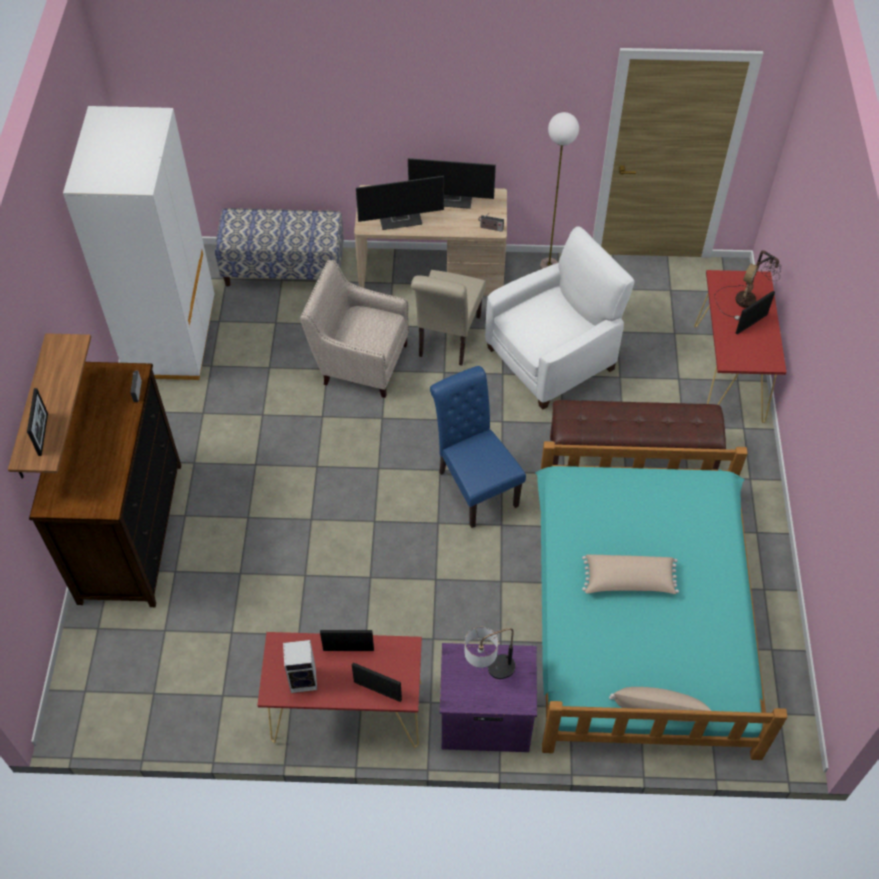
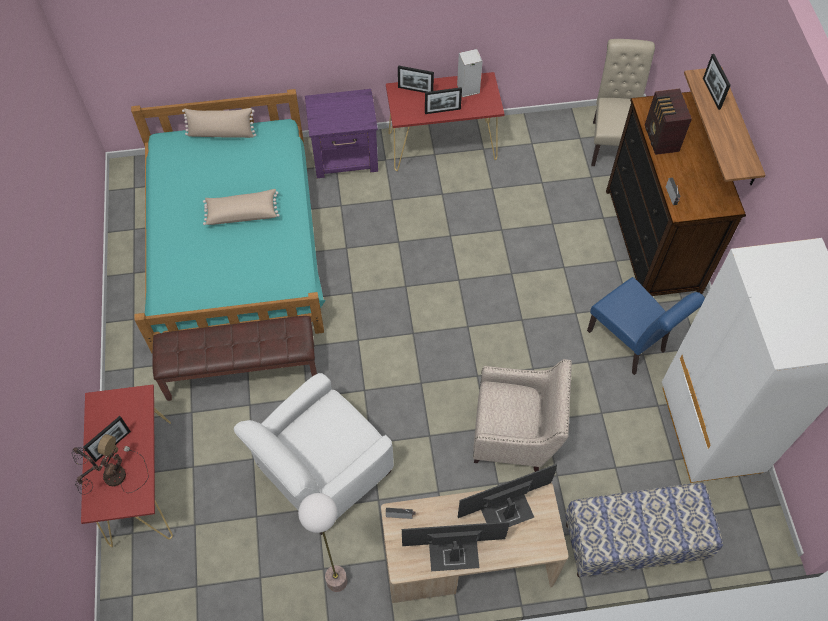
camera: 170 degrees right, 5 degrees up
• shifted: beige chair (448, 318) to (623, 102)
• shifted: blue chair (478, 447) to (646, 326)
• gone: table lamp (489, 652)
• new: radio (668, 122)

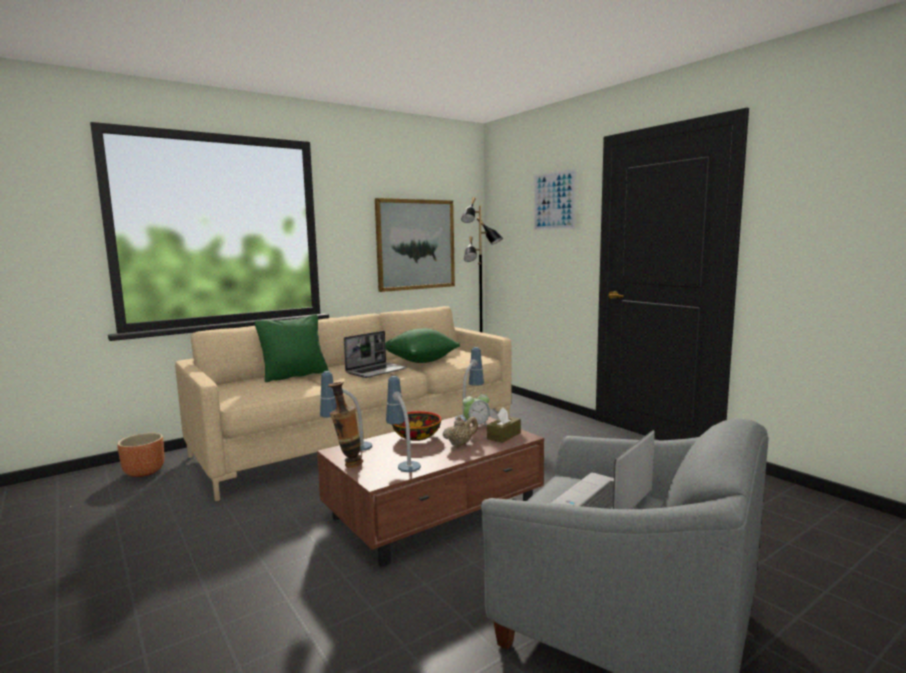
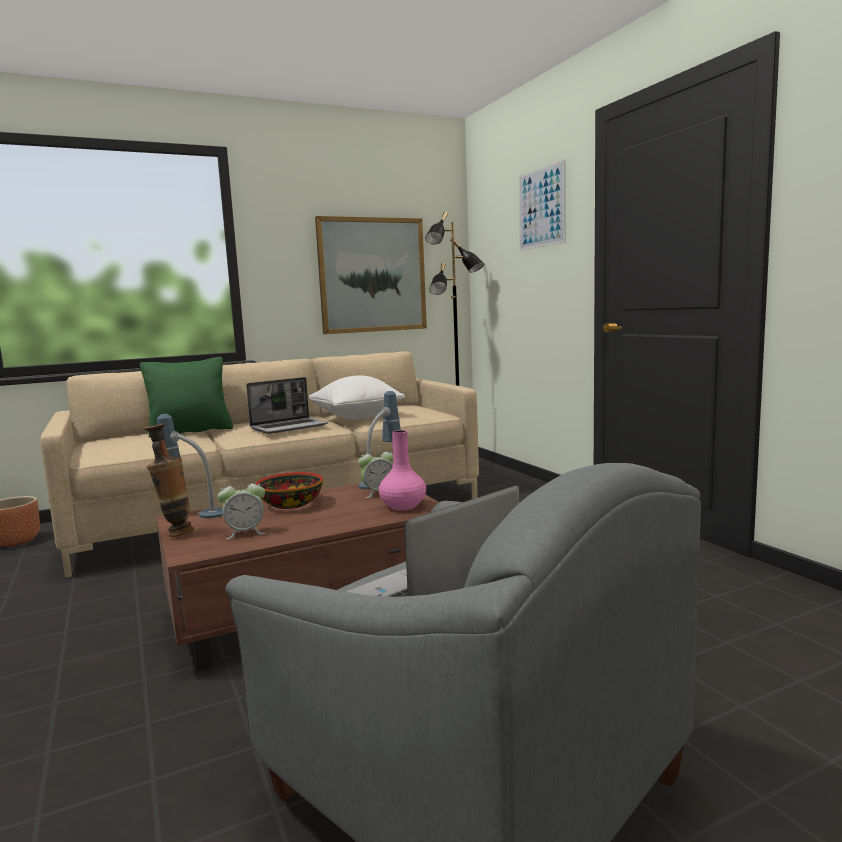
camera: 10 degrees right, 0 degrees up
• repainted: green pillow (422, 345) to white pillow (357, 397)
• swapped: table lamp (403, 424) to alarm clock (241, 508)
• gone: beige teapot (460, 431)
• swapped: brown tissue box (504, 425) to pink vase (402, 470)

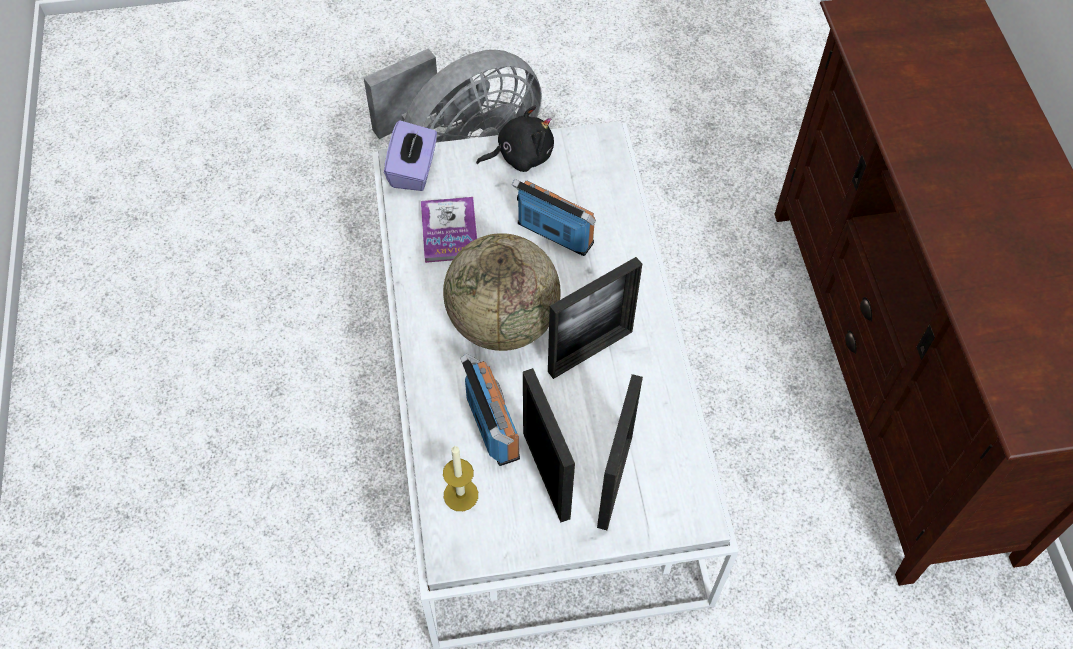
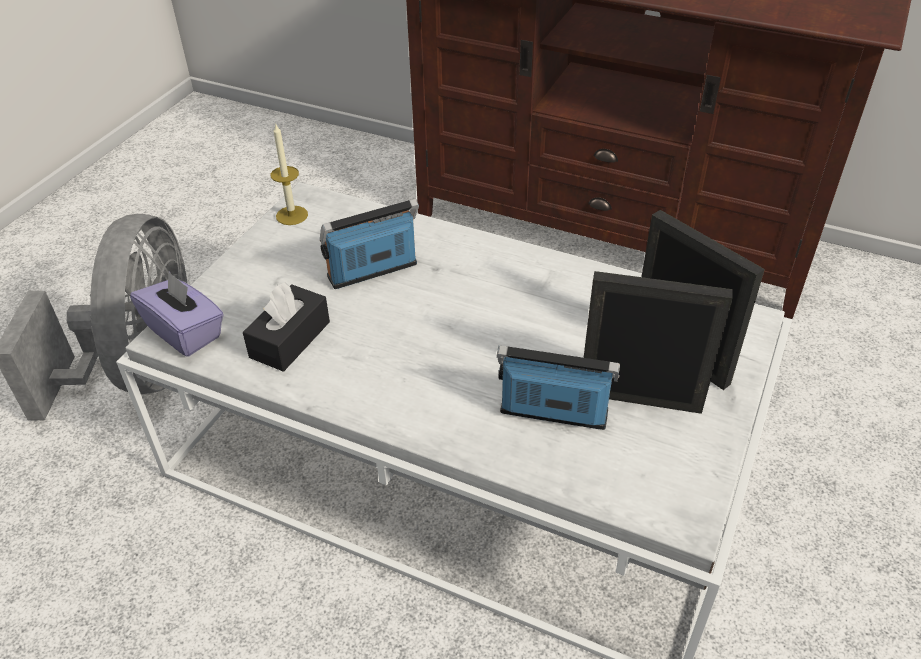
camera: 55 degrees left, 15 degrees down
• swapped: book (449, 230) to black tissue box (286, 327)
• gone: globe (501, 292)
• shifted: candle (460, 478) to (289, 174)
• gone: black plush toy (515, 138)
• gone: picture frame (595, 318)

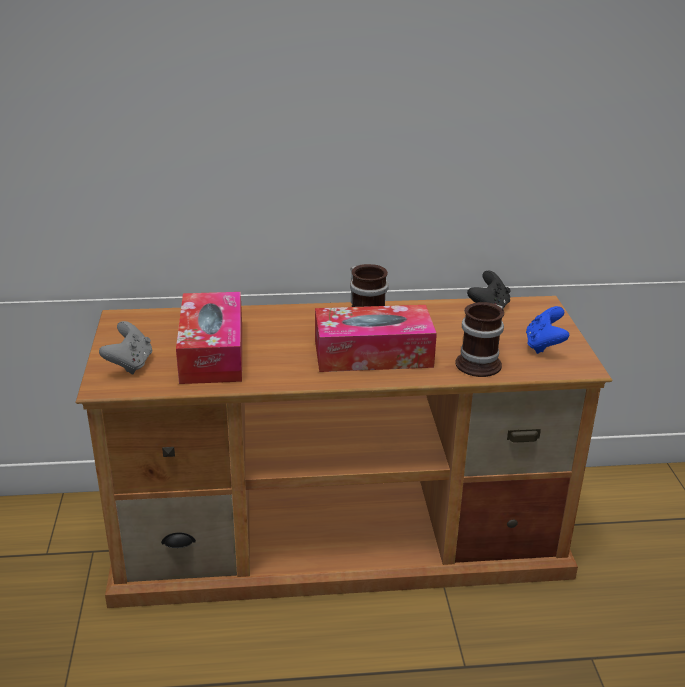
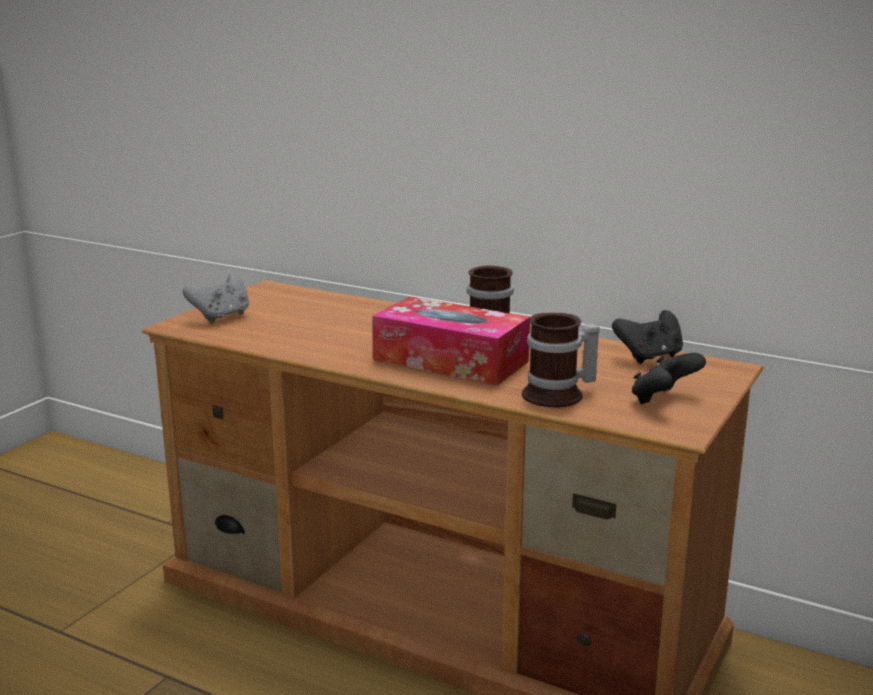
camera: 35 degrees right, 10 degrees down
• gone: tissue box (209, 338)
• repainted: blue game controller (547, 330) to black game controller (669, 378)

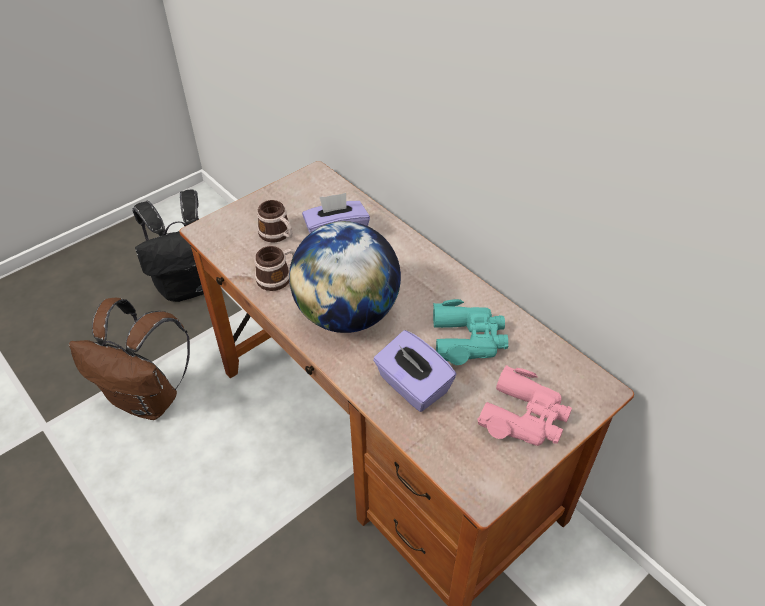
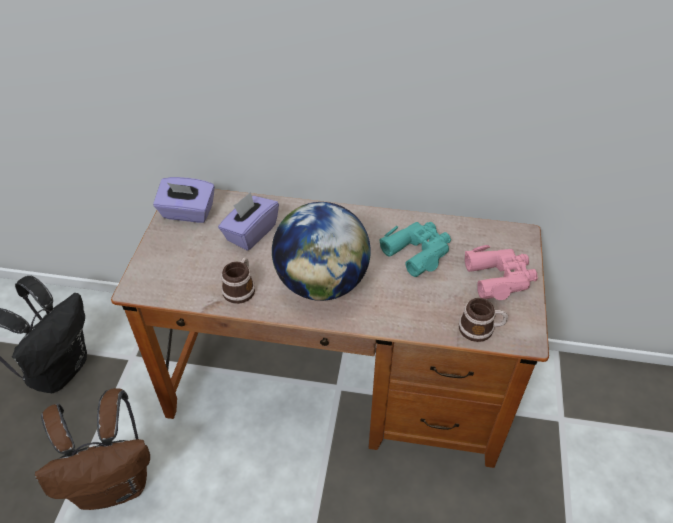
camera: 40 degrees left, 0 degrees up
• shifted: mug (275, 221) to (483, 320)
• shifted: purple tissue box (414, 371) to (184, 200)

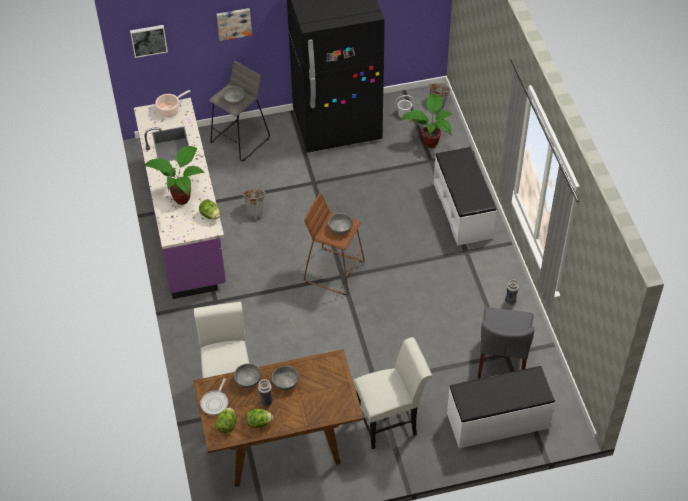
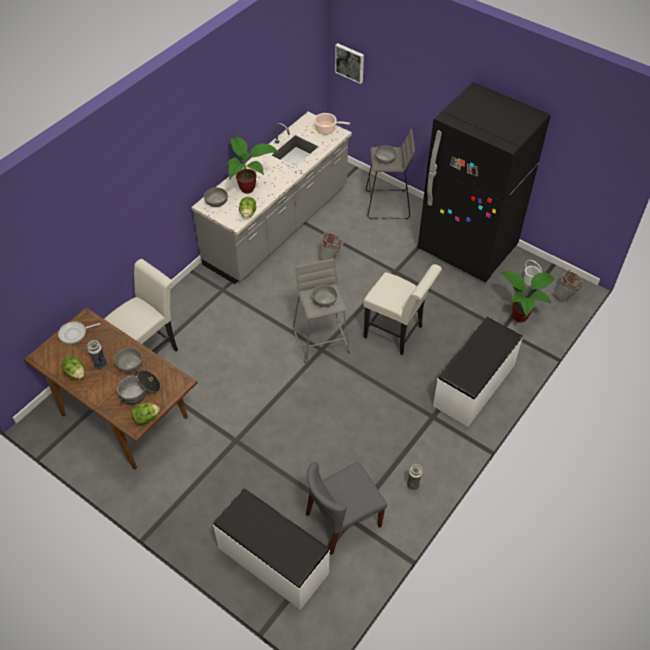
camera: 50 degrees right, 0 degrees up
• repainted: purple counter (180, 198) to grey counter (272, 198)
• shifted: lettuce (225, 420) to (146, 414)
• gone: picture (234, 24)
• shifted: grey bowl (247, 376) to (216, 197)
• repainted: brown stool (334, 243) to grey stool (321, 311)
• shifted: white chair (392, 393) to (402, 309)
• new: cooking pot (138, 387)

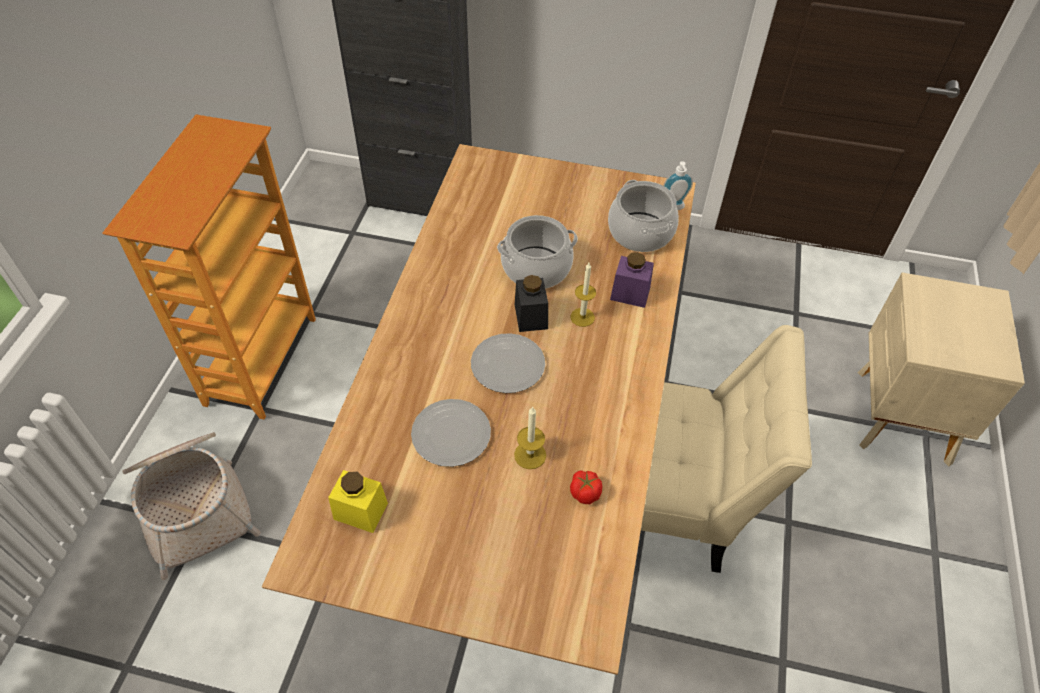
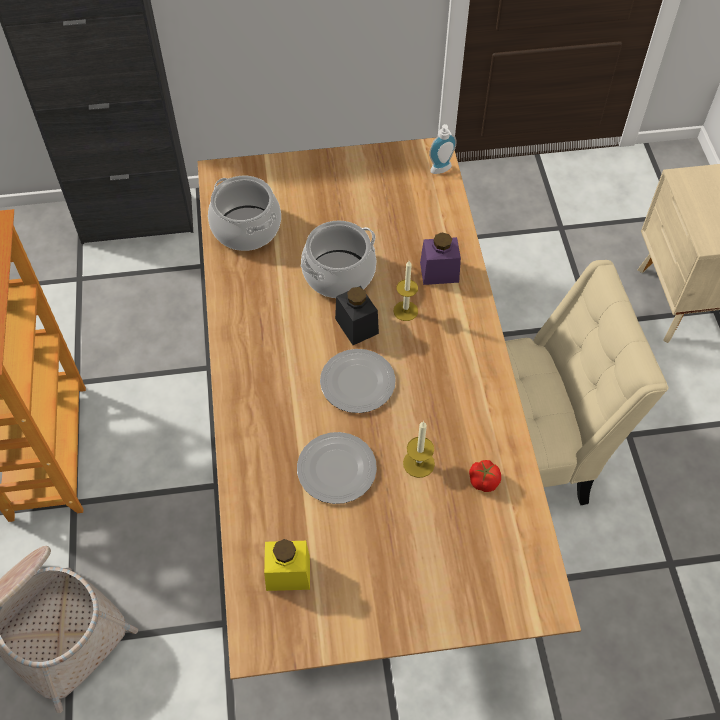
camera: 20 degrees left, 5 degrees up
• shifted: cooking pot (643, 216) to (244, 213)

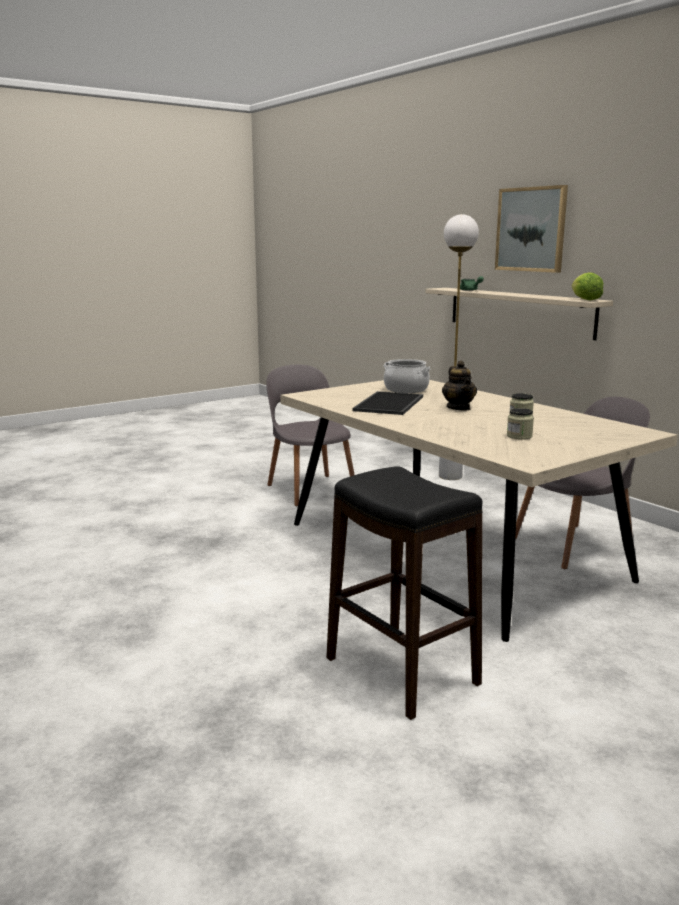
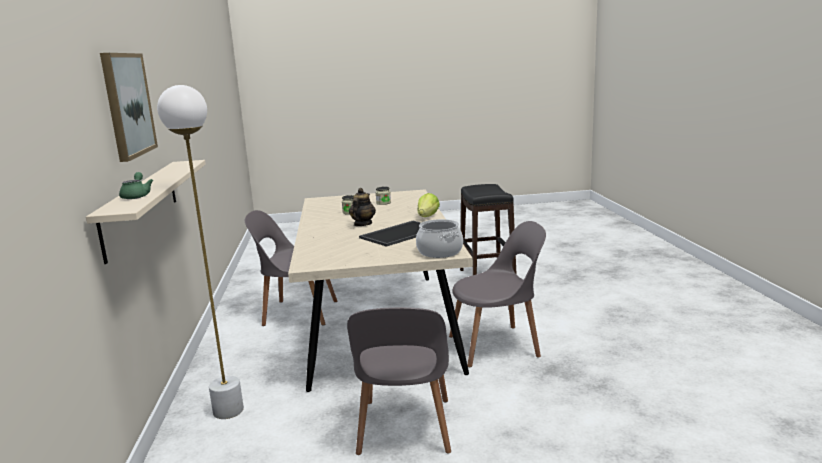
camera: 150 degrees left, 0 degrees up
• shifted: cooking pot (407, 376) to (439, 238)
• shifted: lettuce (587, 286) to (429, 205)
• new: grey chair (497, 294)

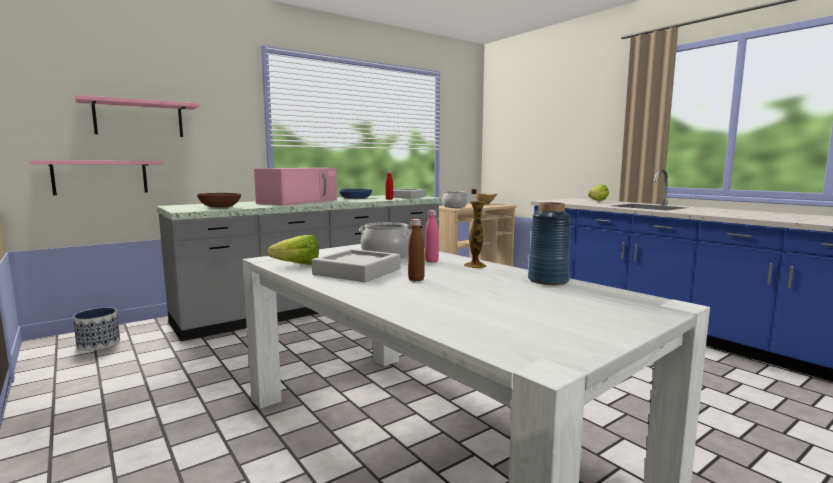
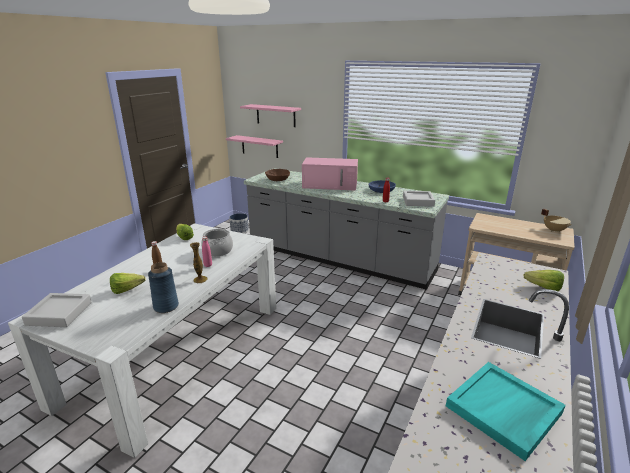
camera: 65 degrees right, 15 degrees up
• shifted: grey tray (356, 265) to (57, 310)
• gone: cooking pot (455, 199)
• new: lettuce (128, 283)
• new: turquoise tray (506, 411)

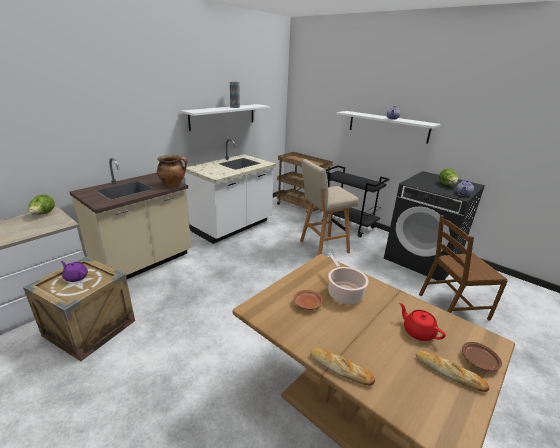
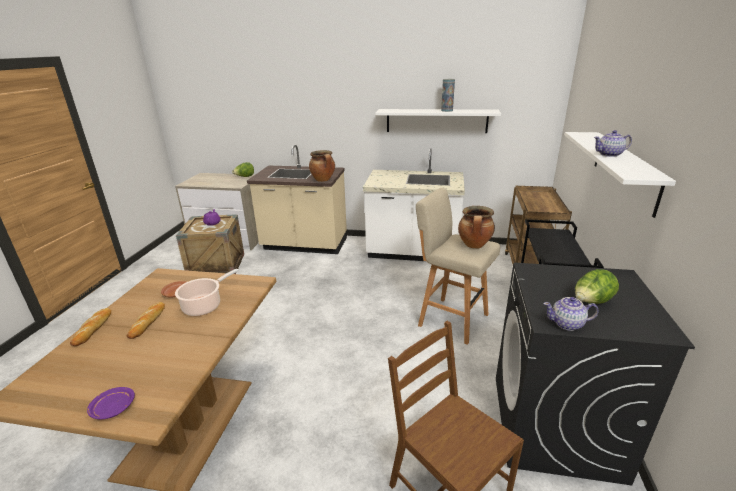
camera: 60 degrees right, 0 degrees up
• gone: red teapot (422, 322)
• shifted: bread (452, 371) to (146, 320)
• repainted: brown plate (482, 356) to purple plate (111, 403)
• new: cooking pot (476, 227)

